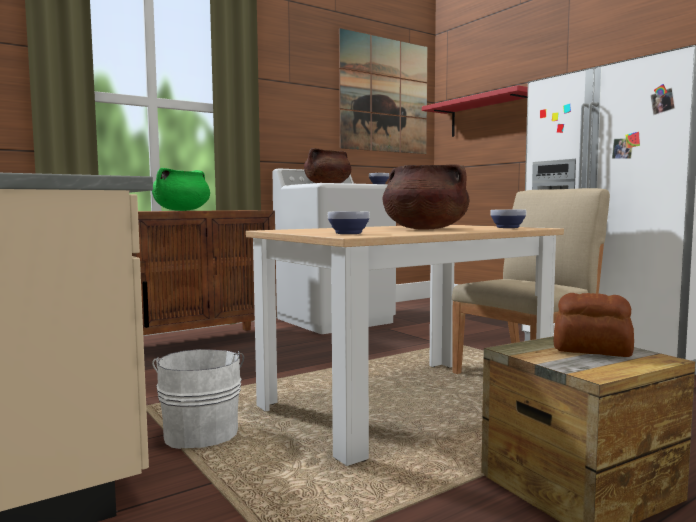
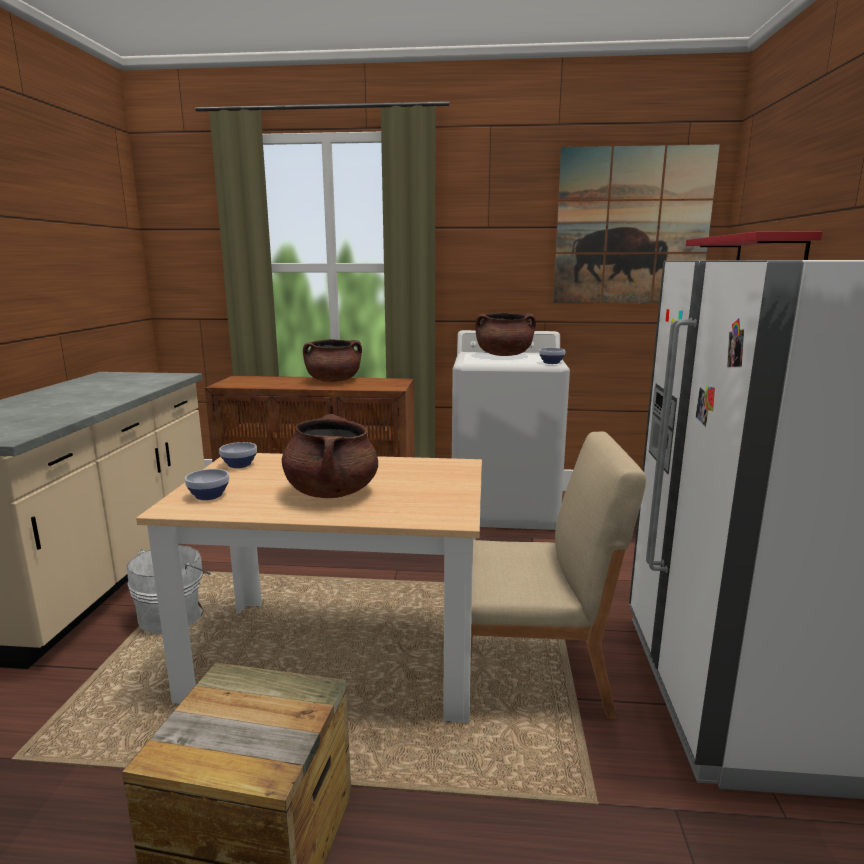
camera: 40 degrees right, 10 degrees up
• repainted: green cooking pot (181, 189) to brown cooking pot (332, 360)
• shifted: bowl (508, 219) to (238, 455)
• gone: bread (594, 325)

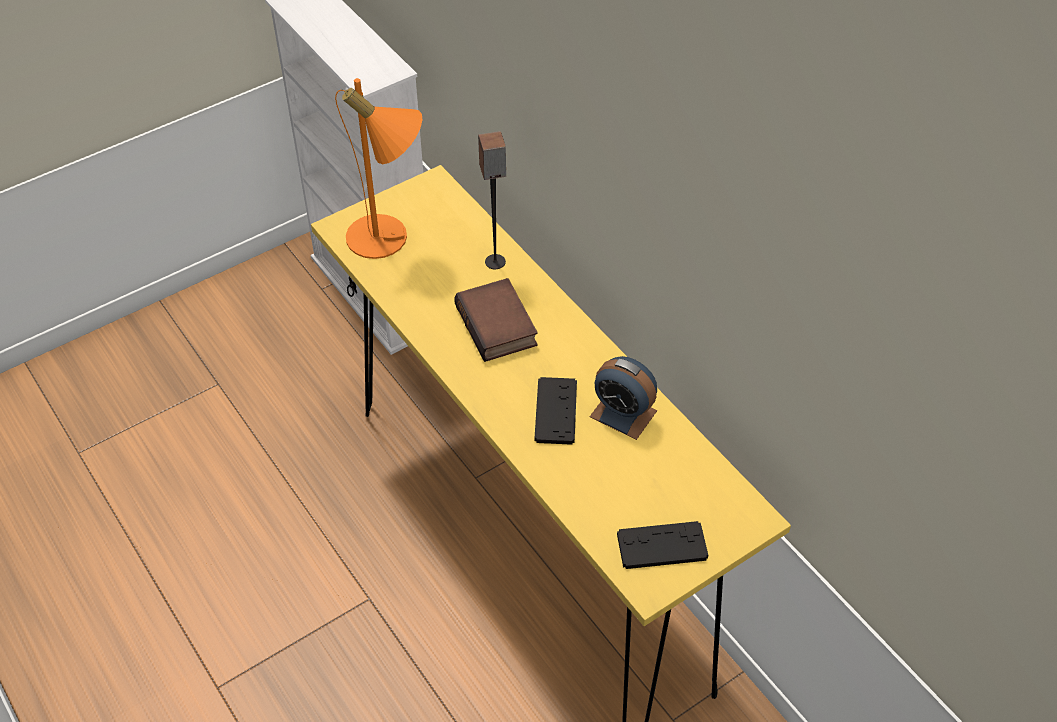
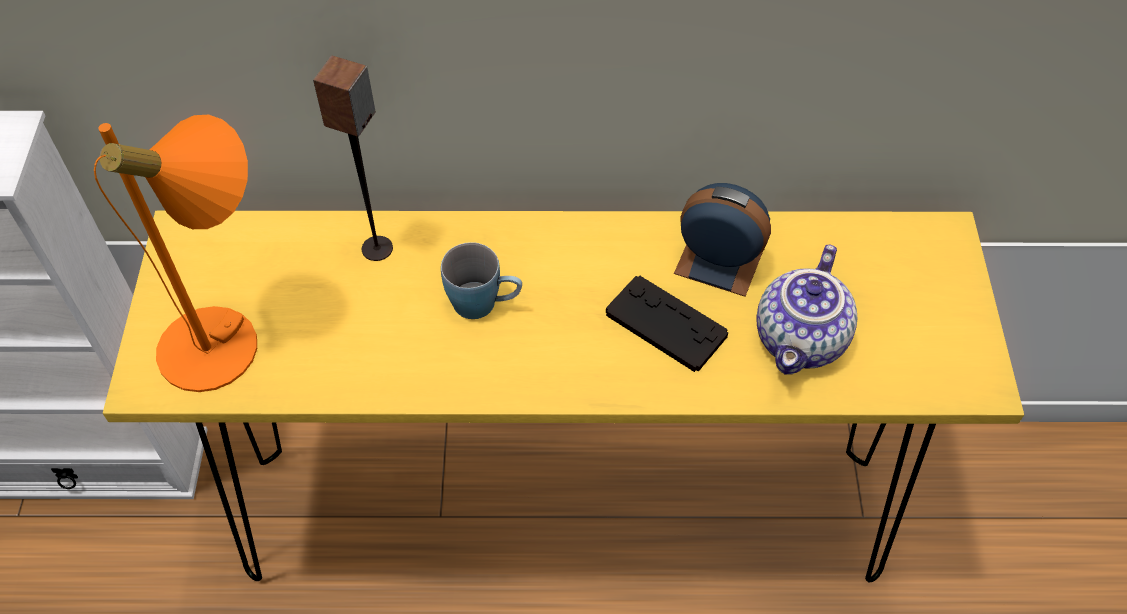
camera: 55 degrees left, 5 degrees up
• swapped: book (496, 320) to blue mug (481, 280)
• rotated: alarm clock (623, 398) = (722, 240) 135 degrees counterclockwise
• gone: black game controller (662, 545)
• new: teapot (806, 310)

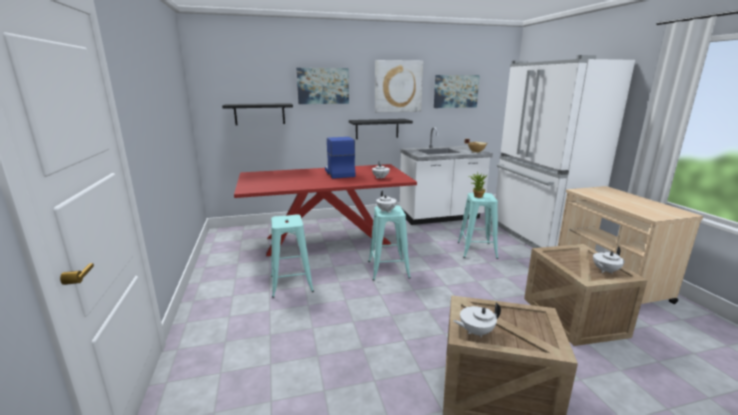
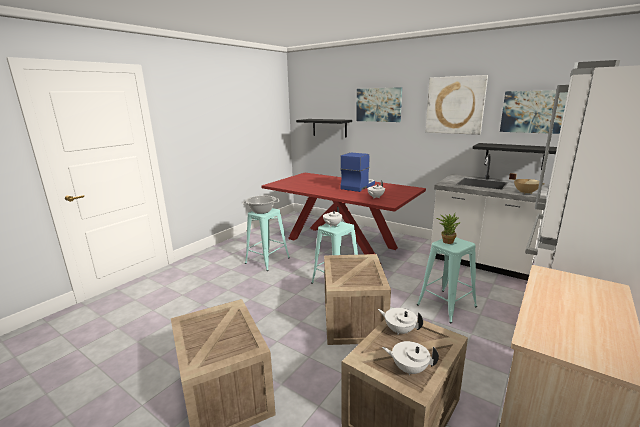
camera: 50 degrees right, 0 degrees up
• shifted: black shelf (381, 129) to (515, 156)
• shifted: white teapot (477, 320) to (400, 321)
• new: cooking pot (261, 205)
• new: crate (357, 299)

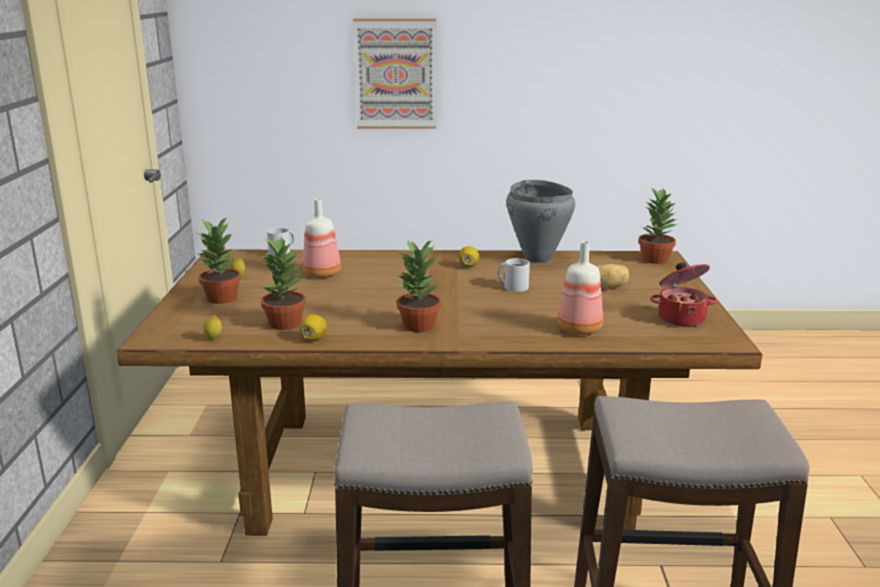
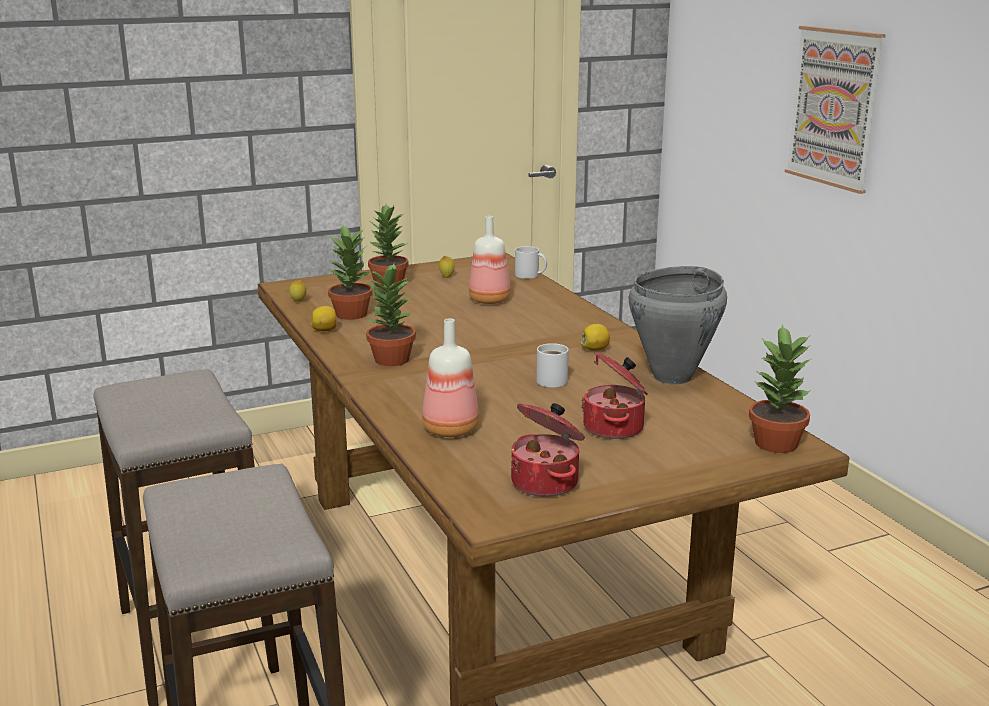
camera: 65 degrees right, 0 degrees up
• swapped: potato (612, 276) to cooking pot (614, 395)

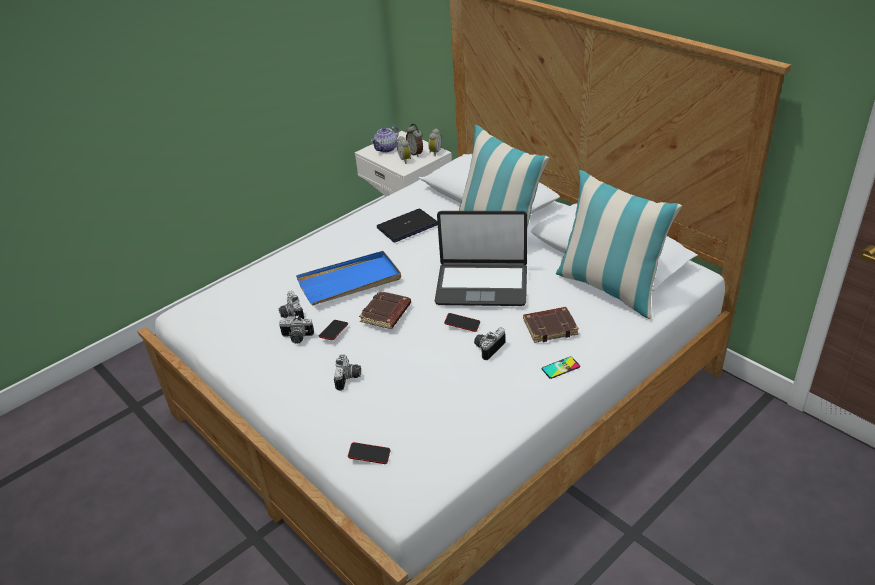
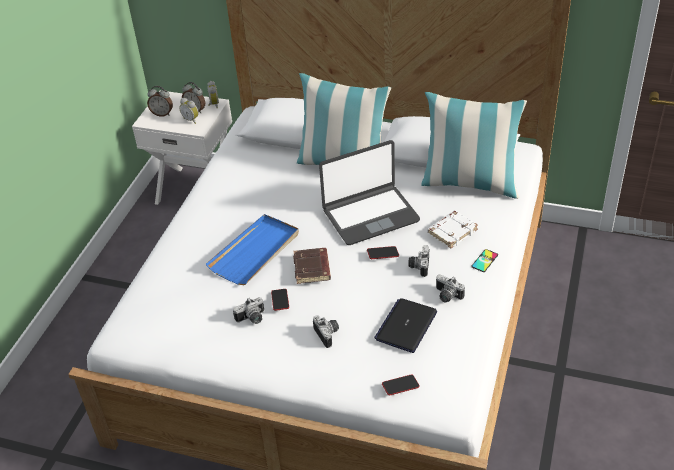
camera: 30 degrees left, 5 degrees up
• shifted: photo camera (291, 305) to (450, 288)
• swapped: teapot (385, 139) to alarm clock (160, 101)
• shifted: laptop (407, 226) to (405, 325)
• repainted: brown book (551, 325) to white book (452, 229)

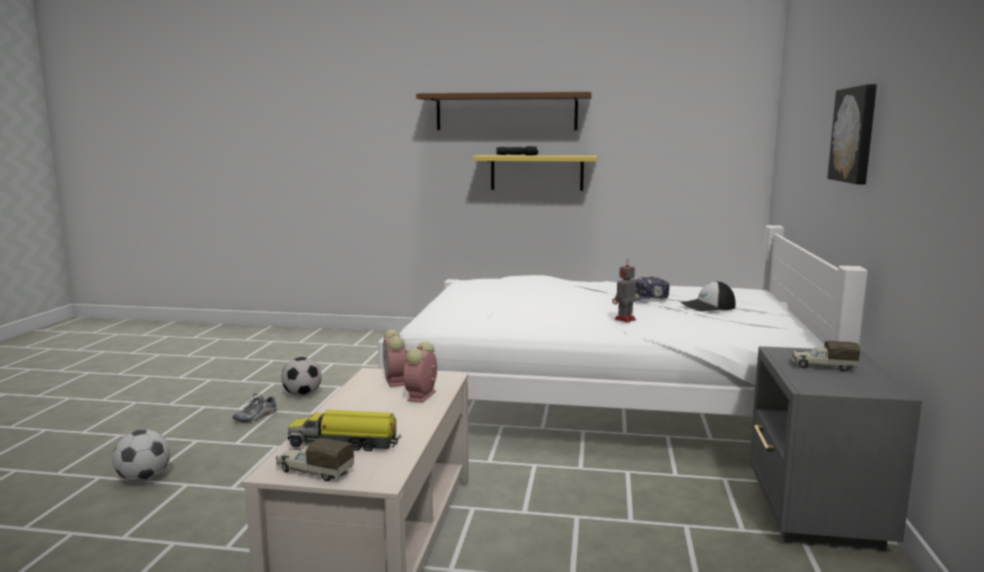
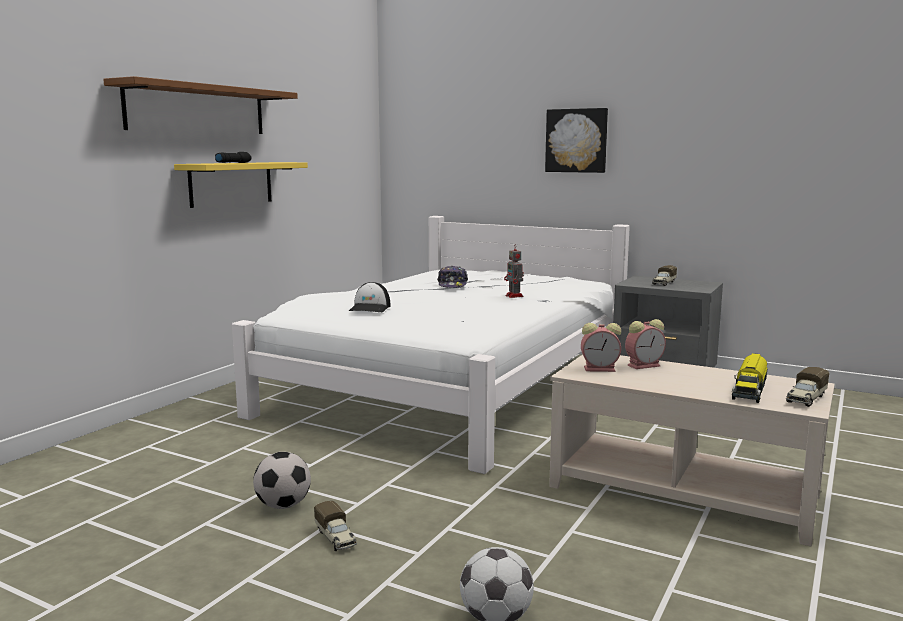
camera: 70 degrees left, 0 degrees up
• swapped: shoe (255, 408) to toy truck (335, 526)
• rotated: alarm clock (420, 372) = (645, 344) 60 degrees counterclockwise
• shifted: cap (708, 296) to (369, 297)

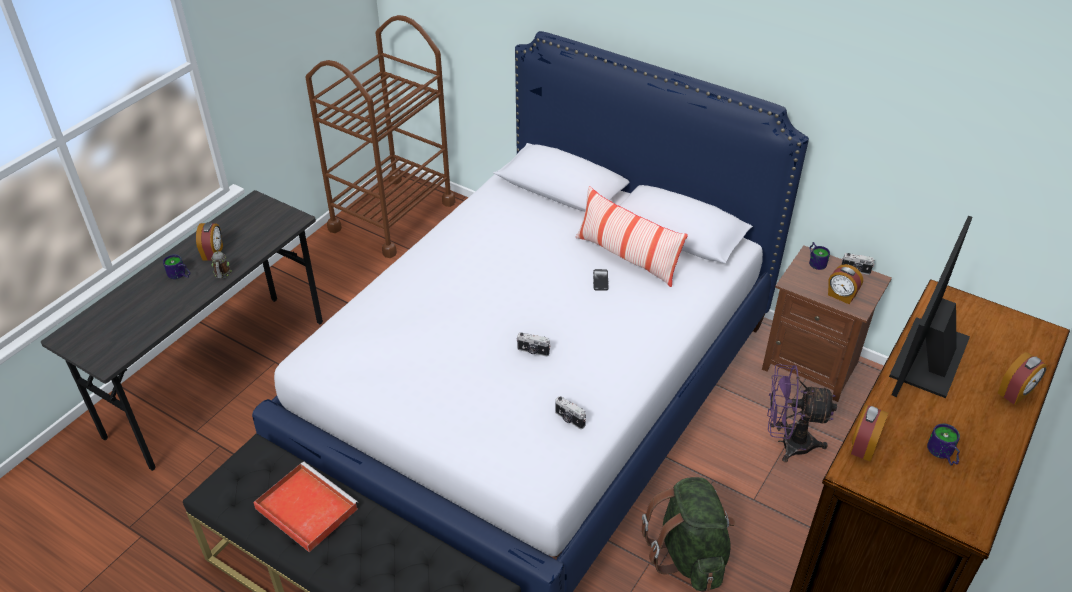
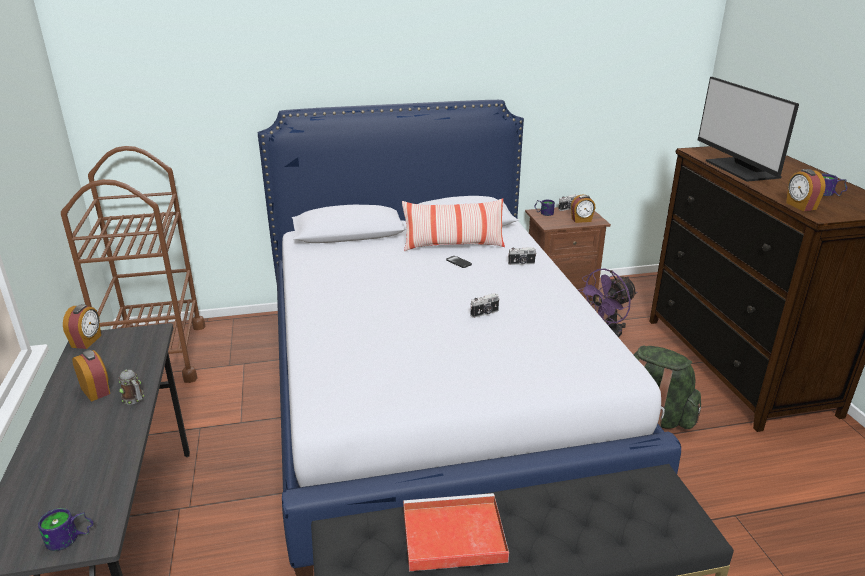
camera: 45 degrees left, 15 degrees down
• shifted: mug (177, 266) to (66, 529)
• shifted: photo camera (570, 412) to (522, 256)
• shifted: alarm clock (1022, 378) to (82, 326)

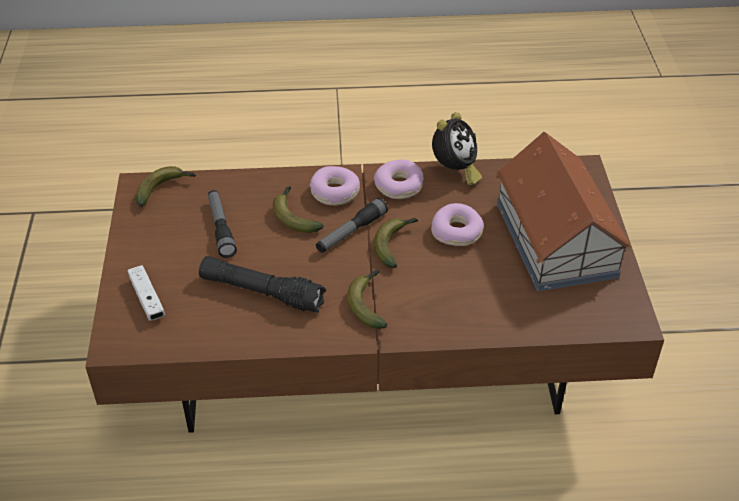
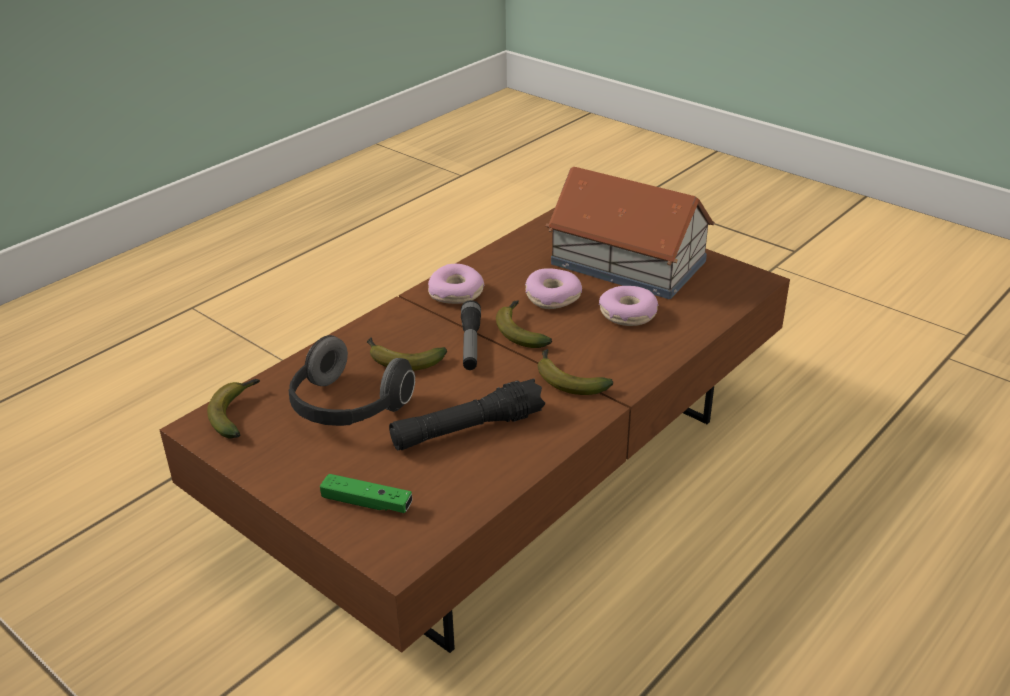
camera: 45 degrees left, 10 degrees down
• repainted: white game controller (146, 293) to green game controller (366, 493)
• swapped: flashlight (222, 224) to headphones (352, 380)
• shifted: donut (335, 186) to (628, 306)
• gone: alarm clock (457, 148)

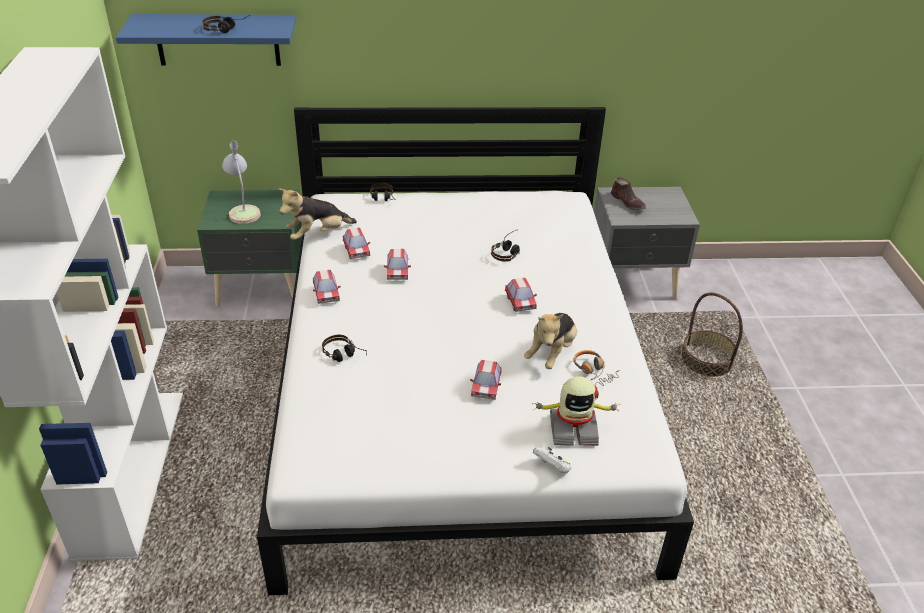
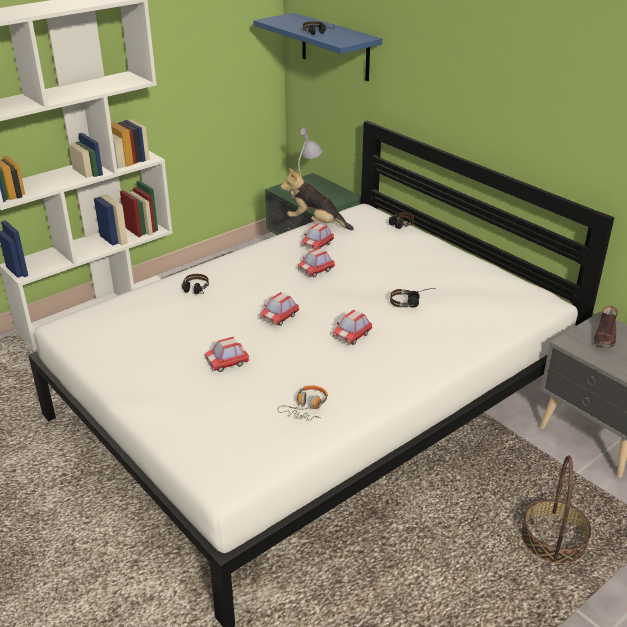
camera: 55 degrees right, 5 degrees down
• shifted: toy car (327, 287) to (279, 309)
• gone: plush toy (550, 341)
• gone: toy robot (576, 411)
• gone: white game controller (552, 460)

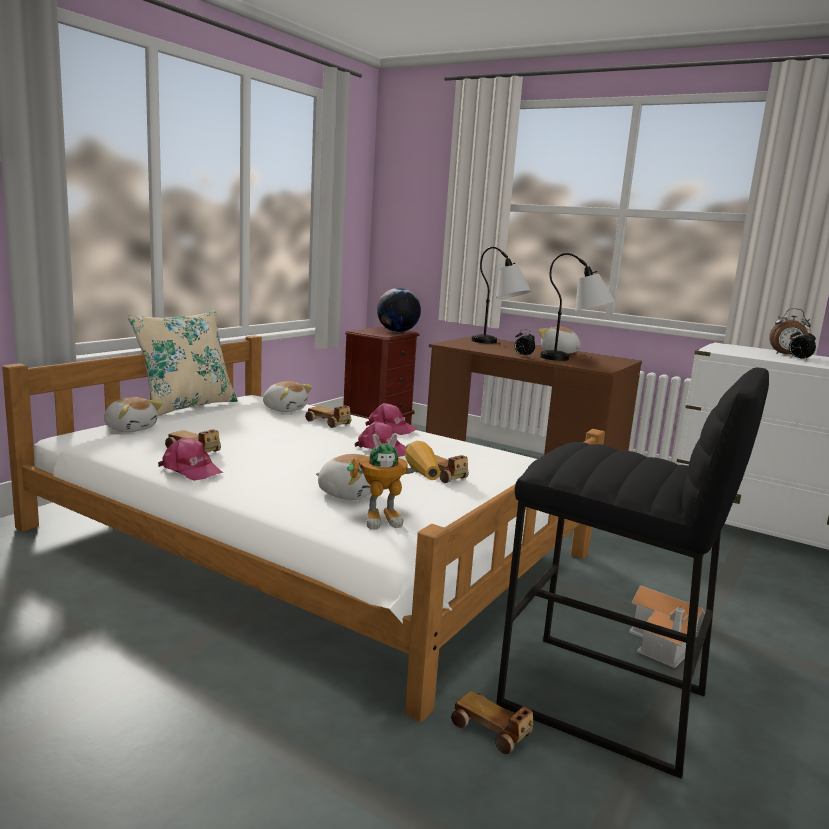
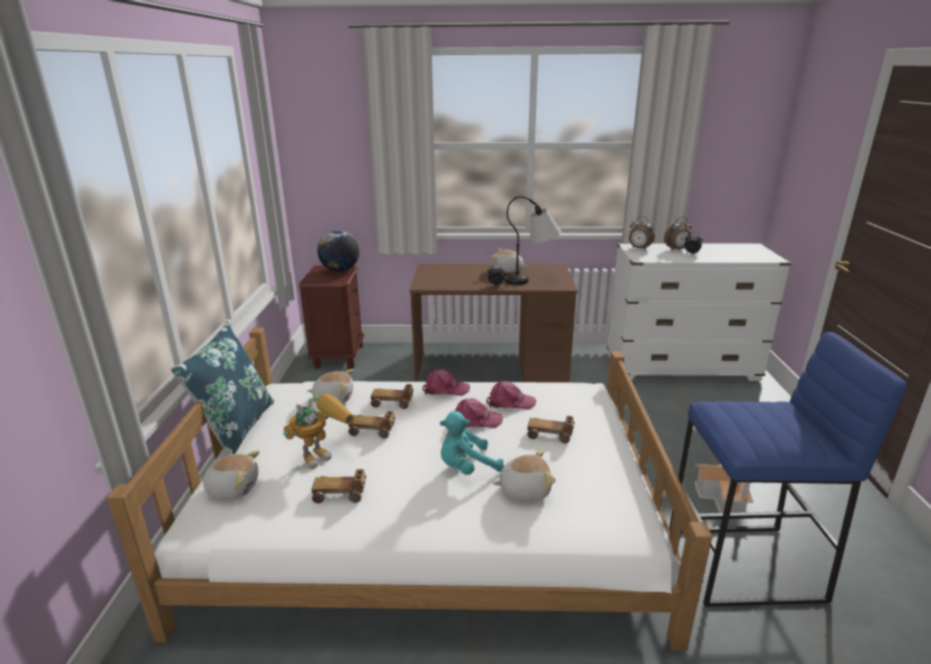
camera: 30 degrees left, 10 degrees up
• repainted: beige pillow (183, 363) to blue pillow (222, 388)
• shifted: pink cap (190, 459) to (511, 395)
• shifted: toy robot (393, 481) to (318, 431)
• shifted: toy car (492, 722) to (371, 425)
• gone: table lamp (501, 295)
• repainted: black stool (632, 573) to blue stool (788, 469)
• new: turquoise plush toy (472, 443)
• new: alarm clock (642, 233)

